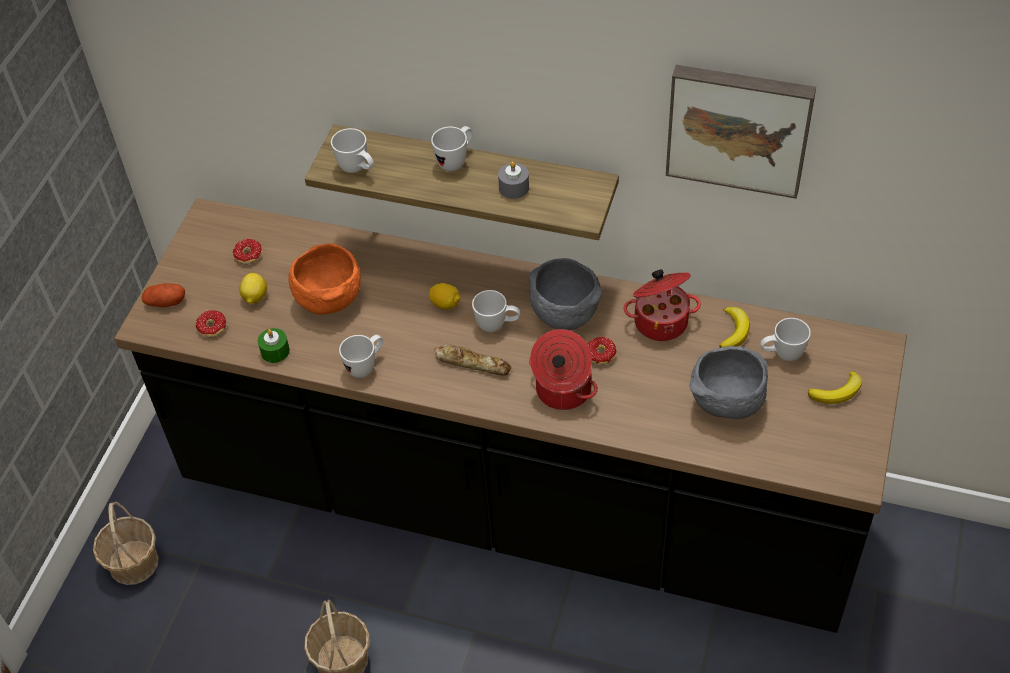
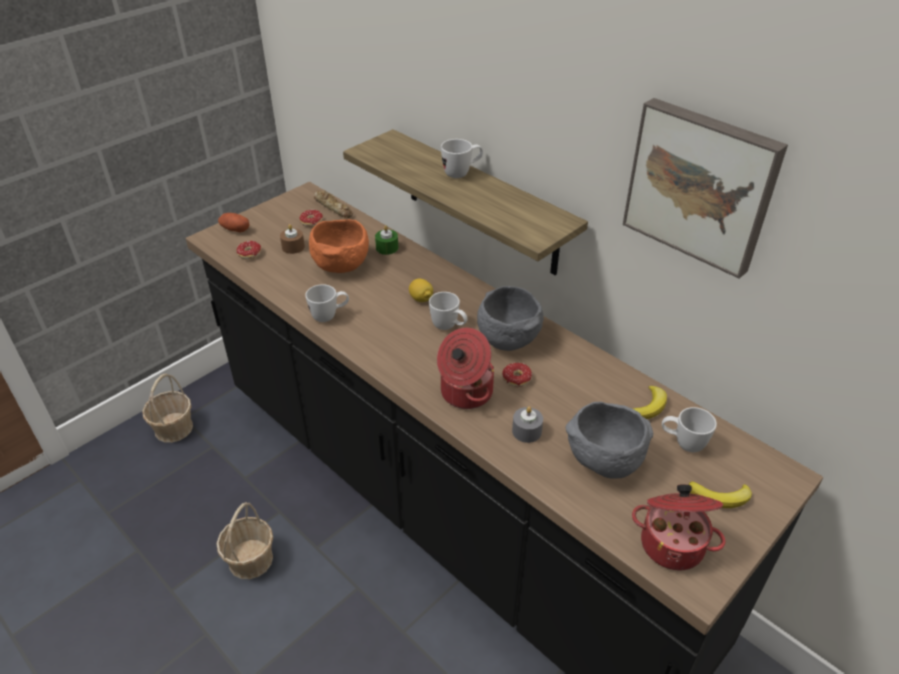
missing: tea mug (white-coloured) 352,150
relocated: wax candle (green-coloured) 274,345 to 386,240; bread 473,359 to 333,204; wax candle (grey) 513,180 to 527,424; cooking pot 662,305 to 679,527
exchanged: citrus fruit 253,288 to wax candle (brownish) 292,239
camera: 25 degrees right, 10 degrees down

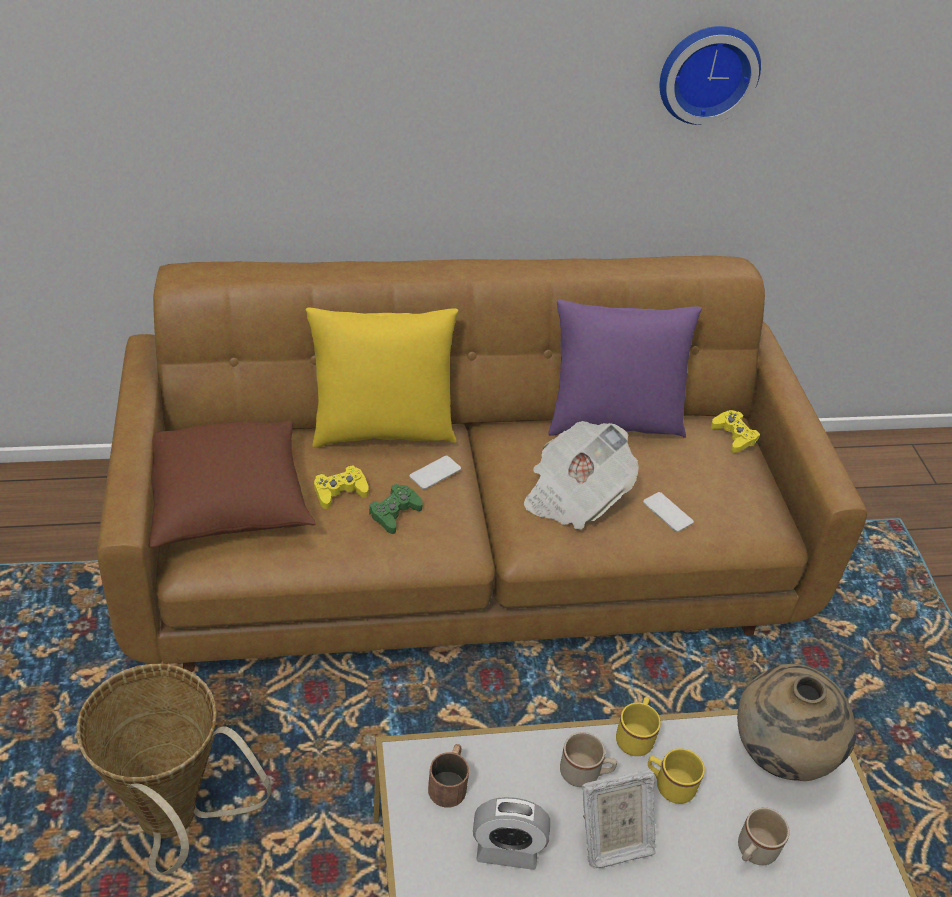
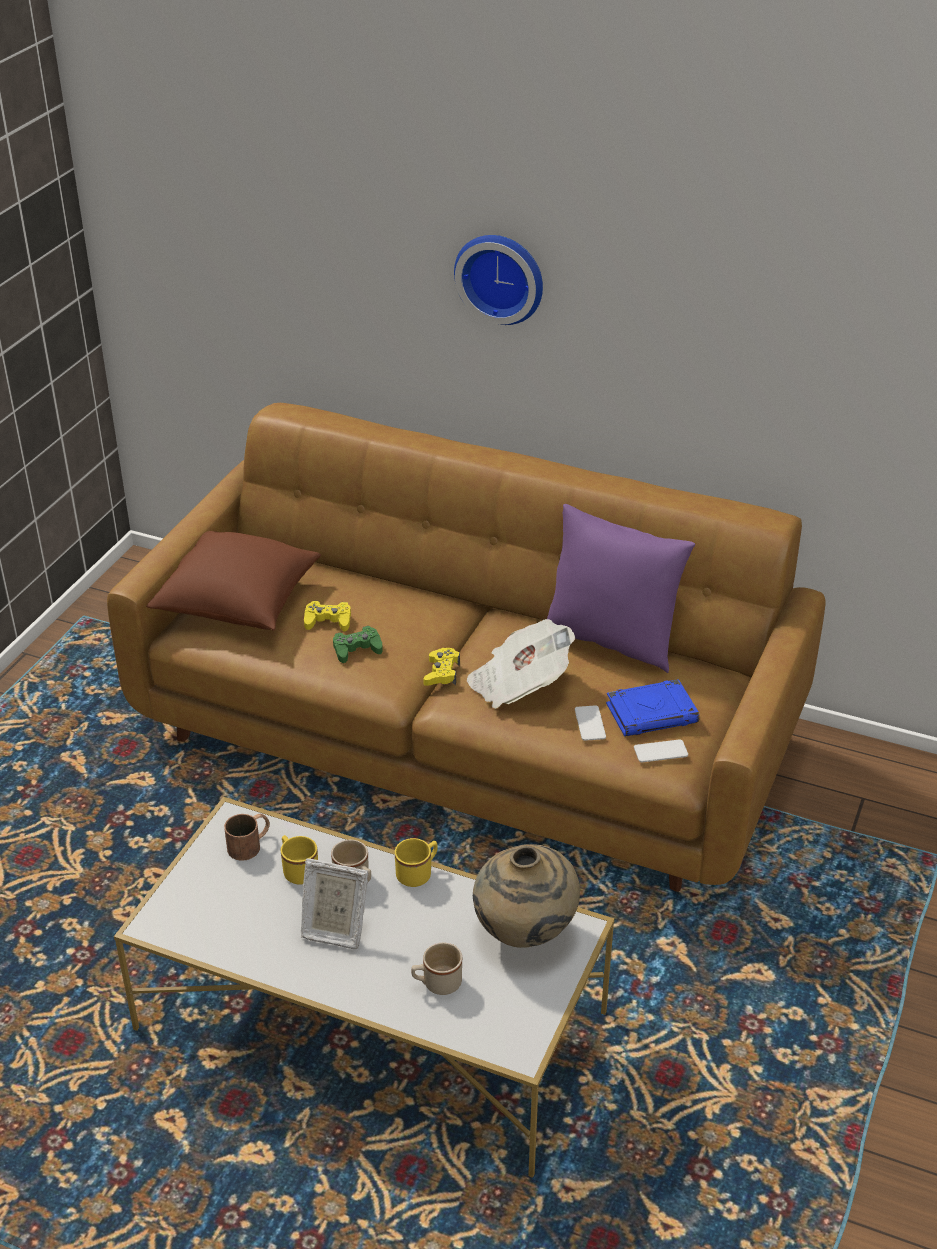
missing: basket 174,769; throw pillow (yellow-coloured) 381,378; bedside clock 511,833
appeared: book (bluish) 652,708
relocated: telephone 435,472 to 661,750; tea mug (yellow-coloured) 676,776 to 299,859; clock on the wall 710,75 to 498,280; joypad (yellow-coloured) 735,431 to 441,667
camera: 35 degrees right, 5 degrees down

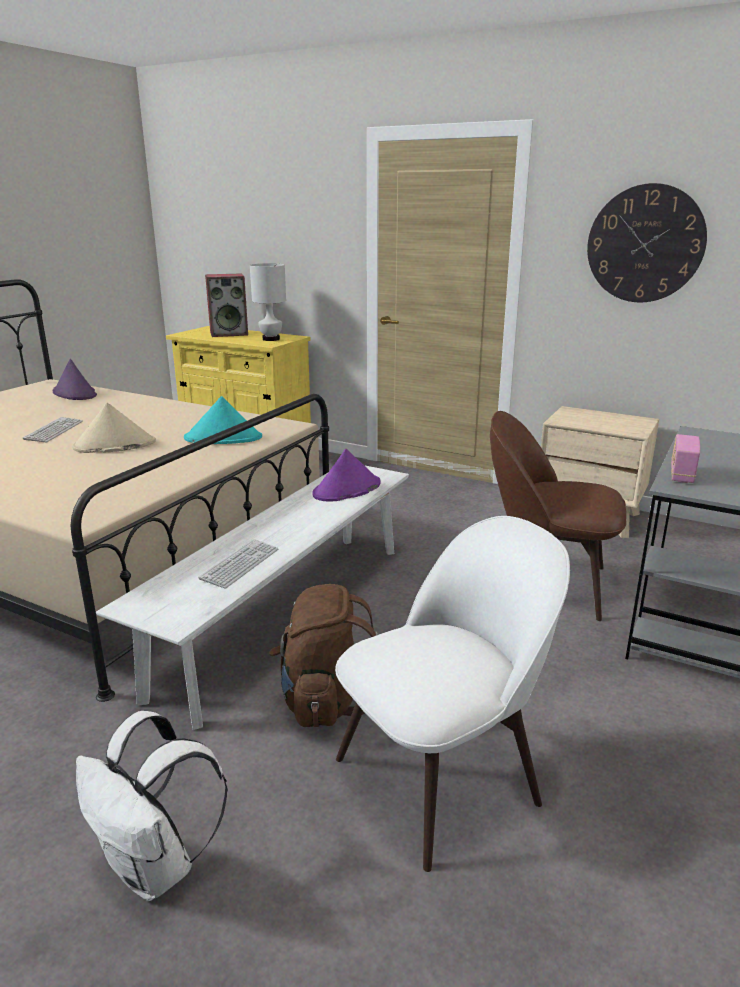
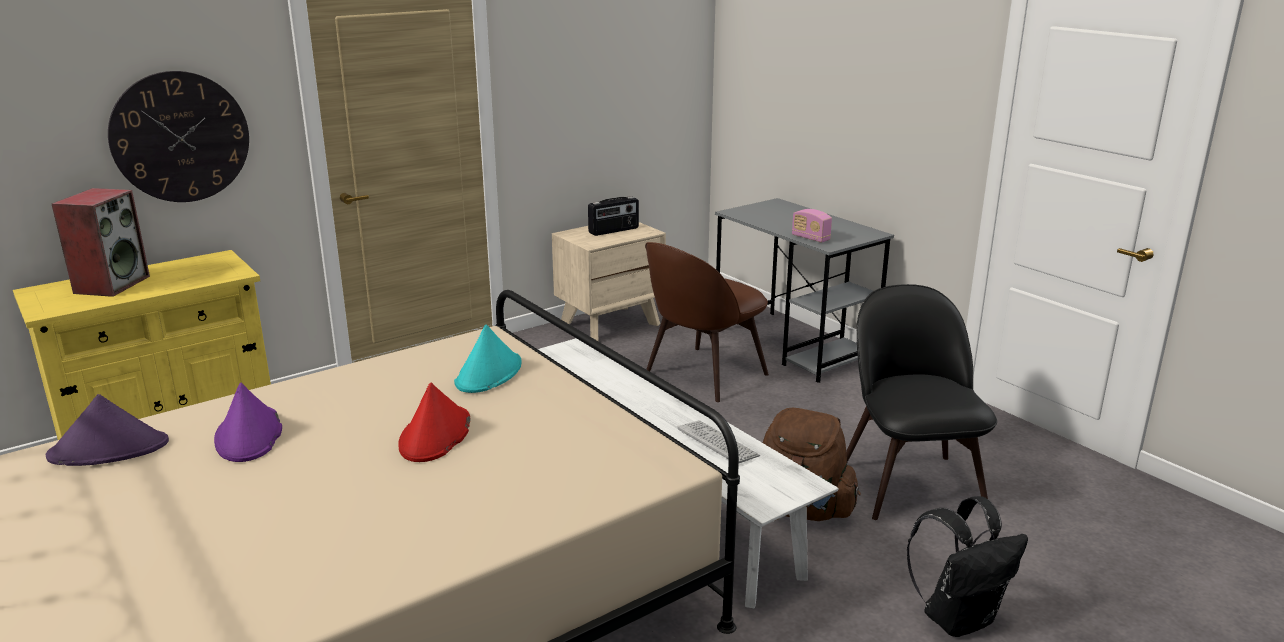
missing: keyboard 53,429; table lamp (white-coloured) 268,302
appeared: radio set 613,216
relocated: wearable hat (purple-coloured) 346,475 to 248,422; clock on the wall 647,243 to 178,136
colour: wearable hat (beige-coloured) 114,428 to wearable hat (reddish) 434,422; backpack (white-coloured) 152,806 to backpack (blackish) 967,566; plain chair (white-coloured) 452,694 to plain chair (blackish) 921,402
camera: 65 degrees left, 0 degrees up

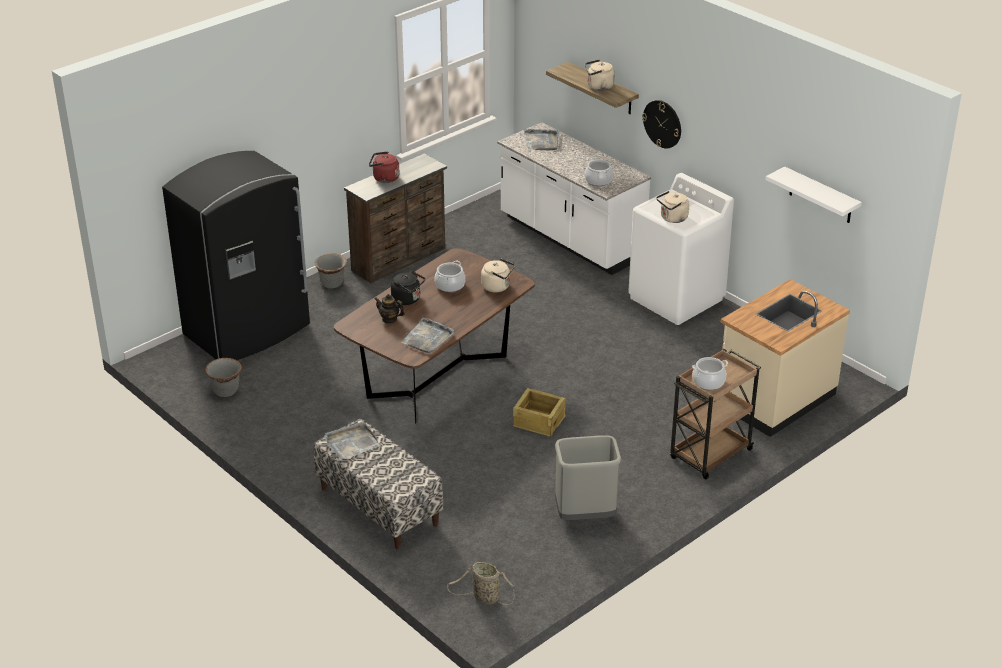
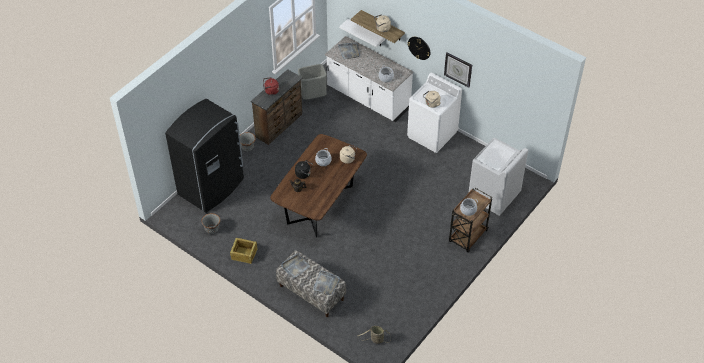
appeared: clock on the wall 458,70
relocated: carrying tray (grey) 427,335 to 326,282; crate 539,412 to 244,251; trash can (grey) 588,477 to 312,83; bracket shelf (white-coloured) 813,194 to 362,33
exchanged: counter (beige-coloured) 785,358 to laundry appliance (white-coloured) 498,177
camera: 10 degrees left, 15 degrees up

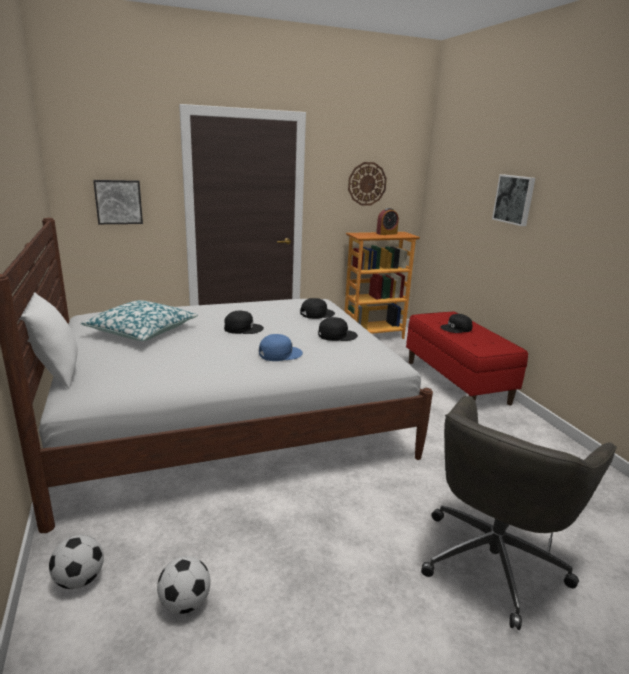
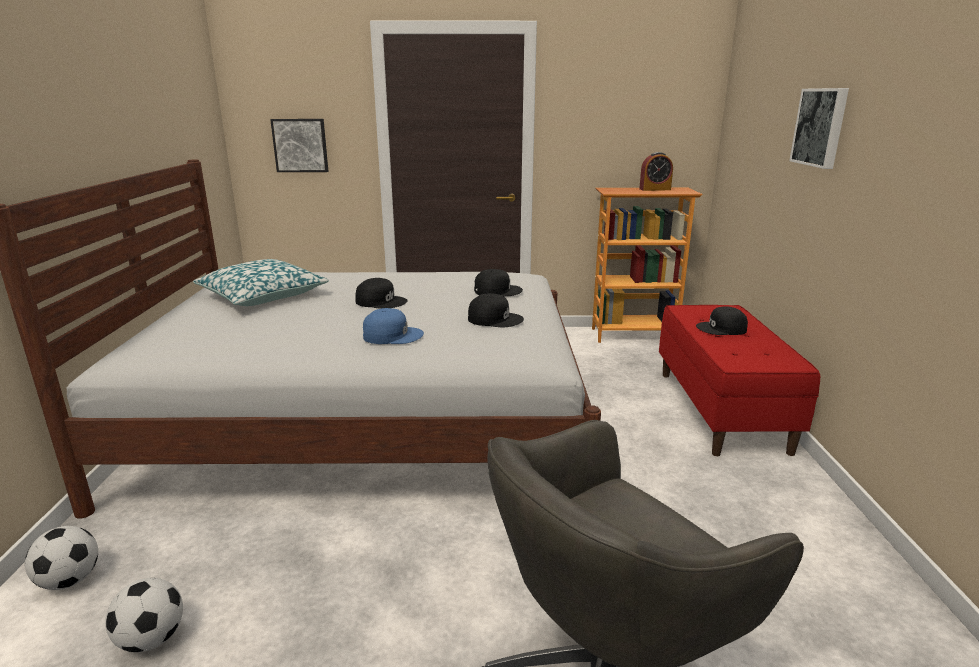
missing: throw pillow (white-coloured) 48,340; clock on the wall 367,183
camera: 20 degrees right, 0 degrees up

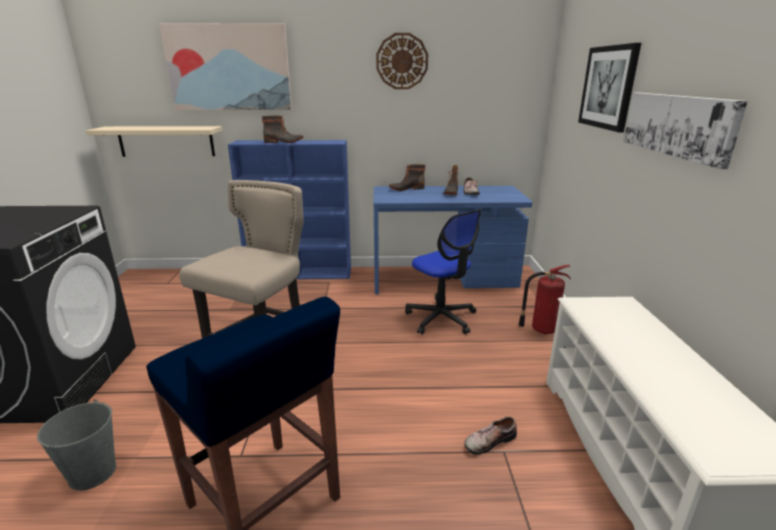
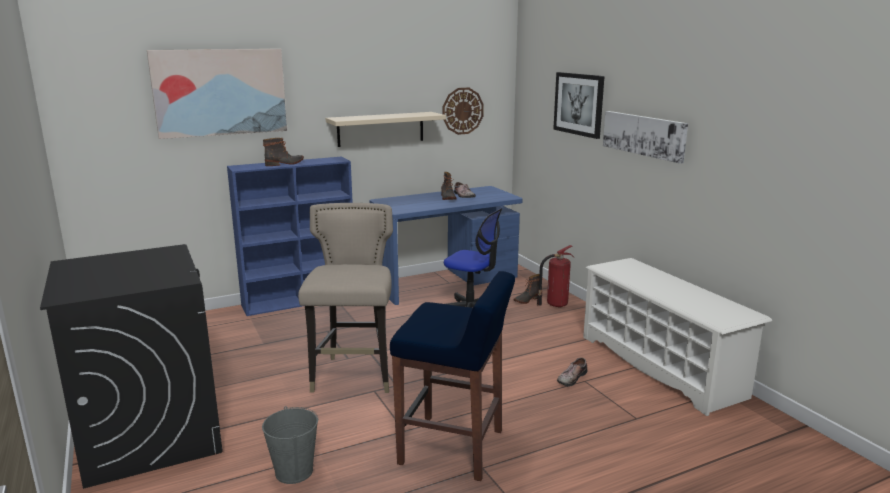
relocated: bracket shelf (beige-coloured) 153,141 to 385,129; clock on the wall 402,61 to 463,111; high-top boot 407,177 to 528,289
camera: 25 degrees left, 5 degrees down

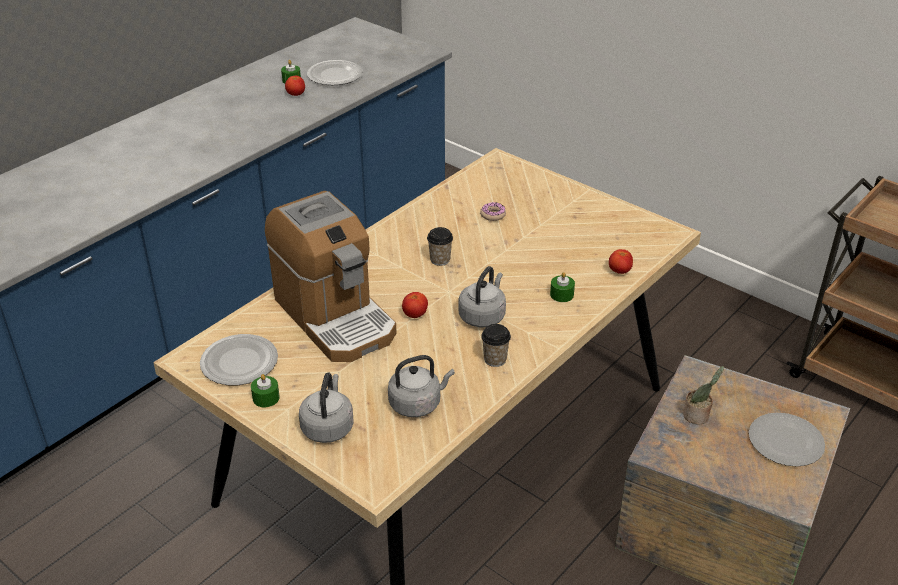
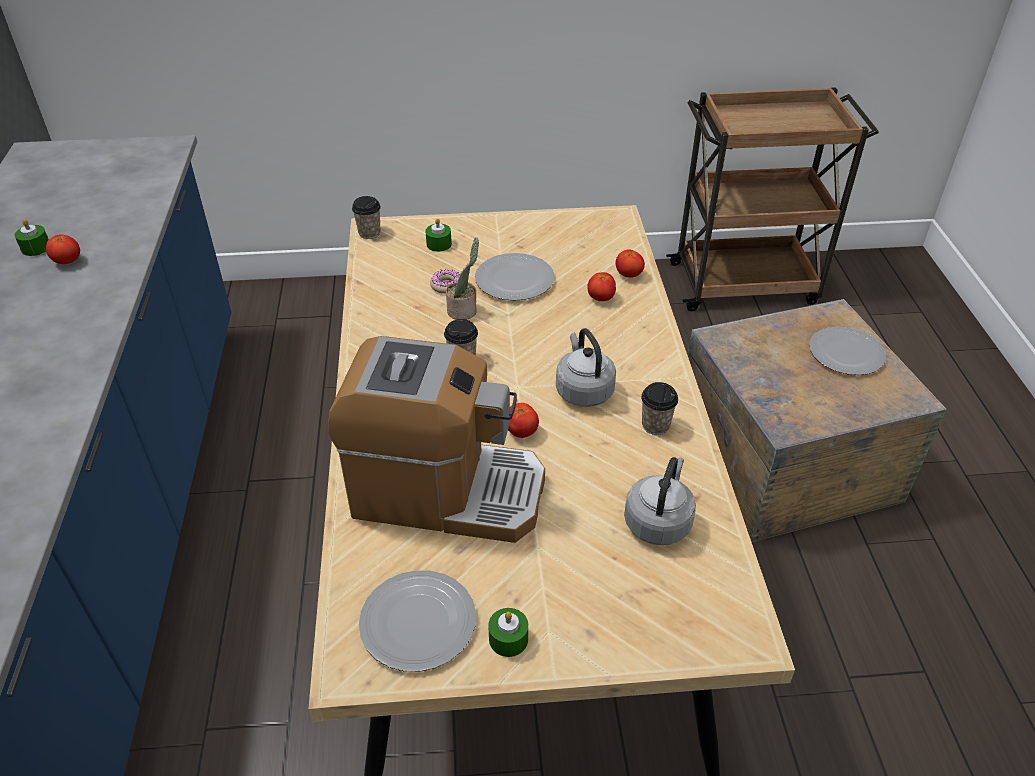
missing: kettle (grey) 326,408
appeared: small cup 366,217; fresh tomato 601,286
relocated: plate 335,72 to 515,277; wax candle (green-coloured) 562,287 to 438,235; plant in a pot 703,395 to 462,279
camera: 45 degrees left, 5 degrees up

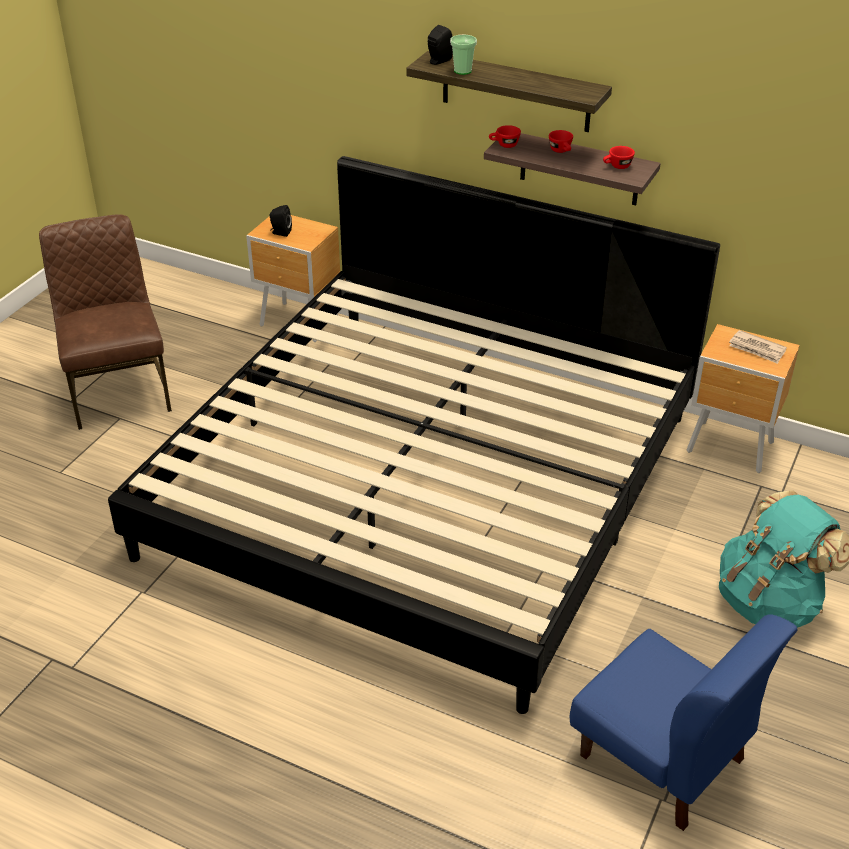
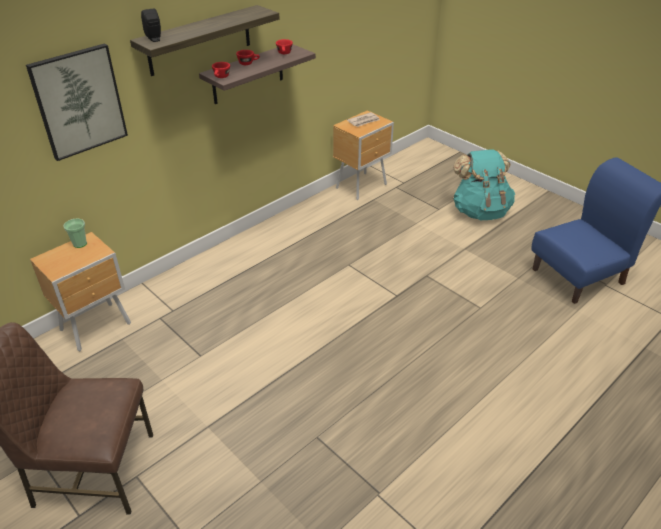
missing: bedroom bed 414,435; audio speaker (blackish) 280,221
appeared: wall picture 77,102
relocated: small cup 463,55 to 75,233
camera: 70 degrees left, 0 degrees up

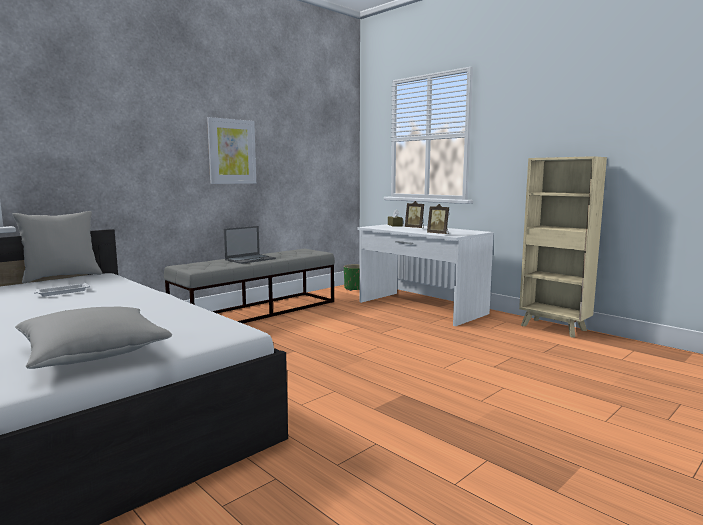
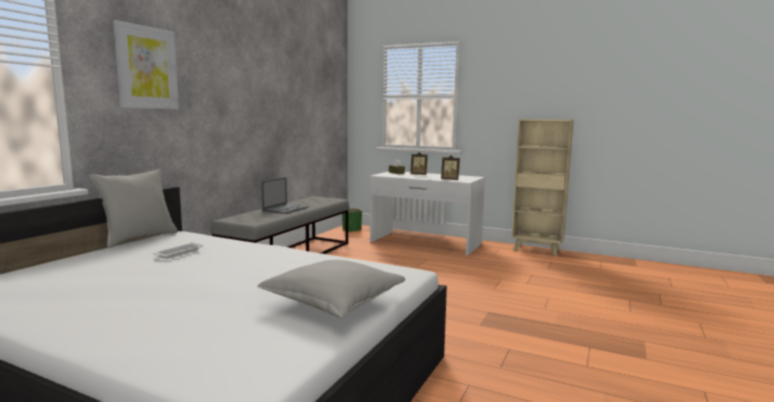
relocated: wall picture 231,150 to 146,64
camera: 20 degrees left, 0 degrees up

